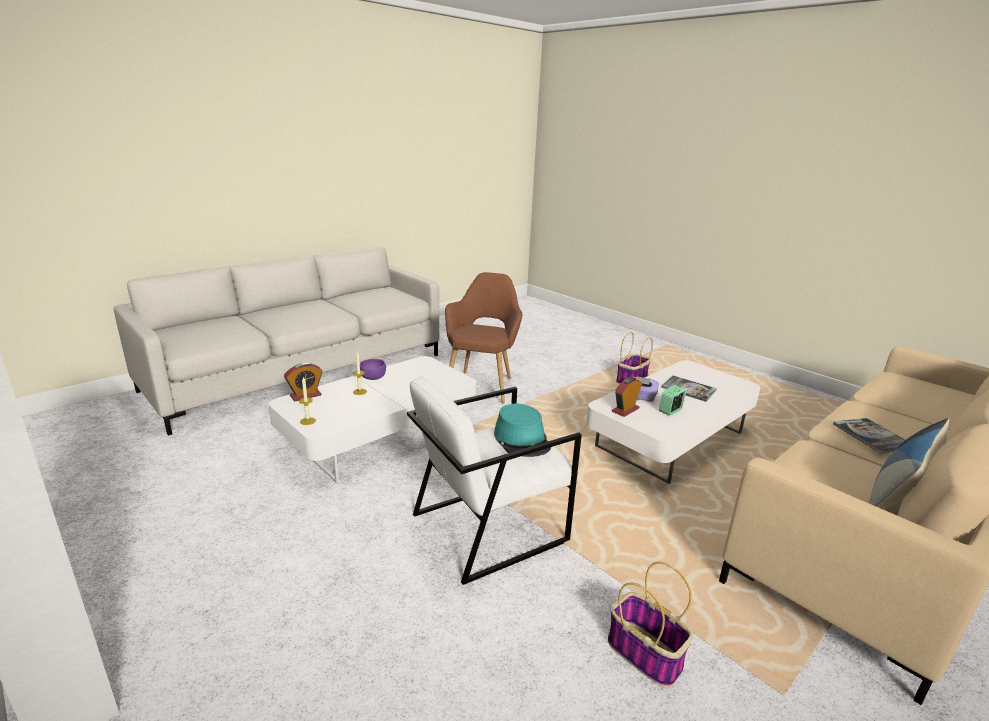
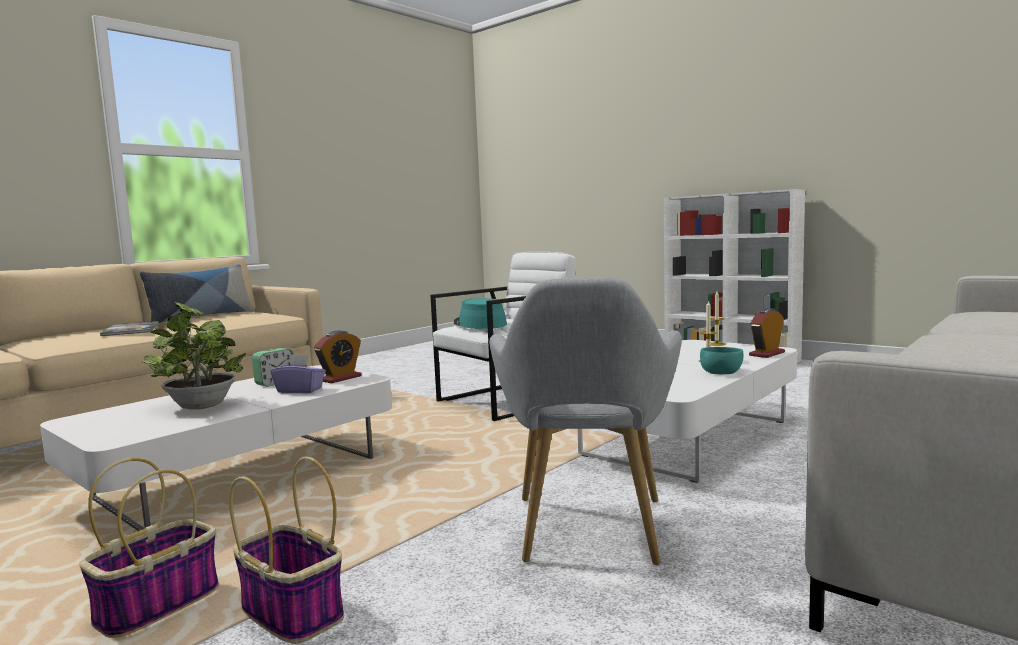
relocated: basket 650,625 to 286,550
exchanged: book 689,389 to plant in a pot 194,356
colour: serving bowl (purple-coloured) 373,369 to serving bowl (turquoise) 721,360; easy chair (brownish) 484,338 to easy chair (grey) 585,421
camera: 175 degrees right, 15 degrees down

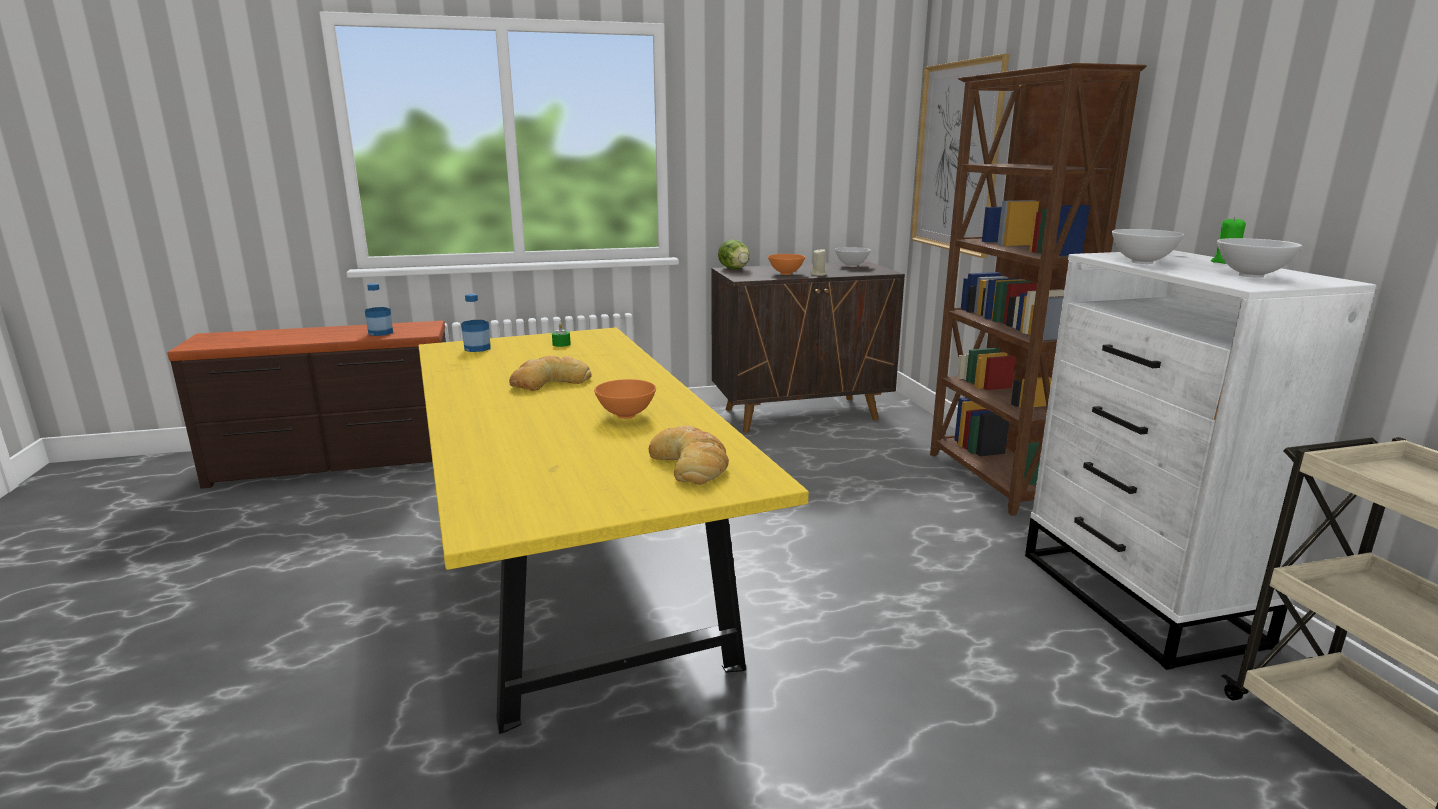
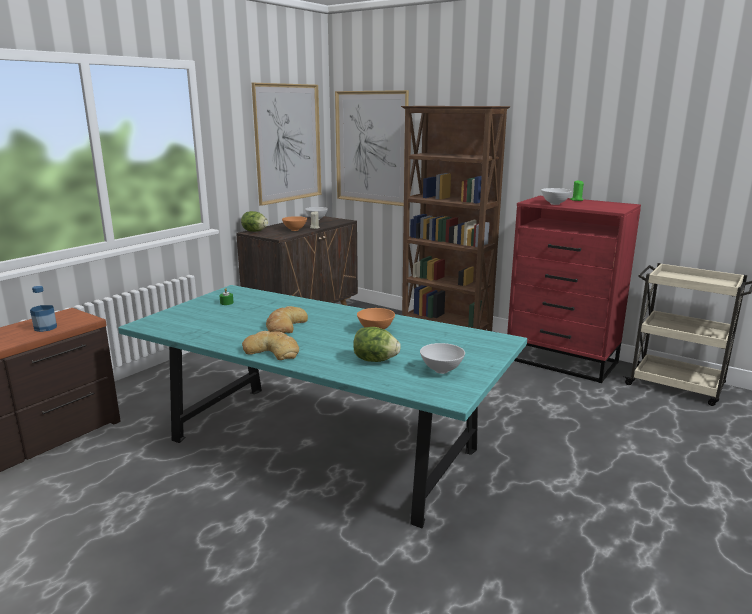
missing: drink bottle 476,323
appeared: wall picture 286,144; lettuce 377,344
relocated: bread 689,455 to 270,345; serving bowl (white-coloured) 1259,258 to 442,358
colour: kitchen table (yellow-coloured) 613,530 to kitchen table (turquoise) 322,406; chest of drawers (white-coloured) 1200,460 to chest of drawers (reddish) 574,289
camera: 40 degrees left, 0 degrees up

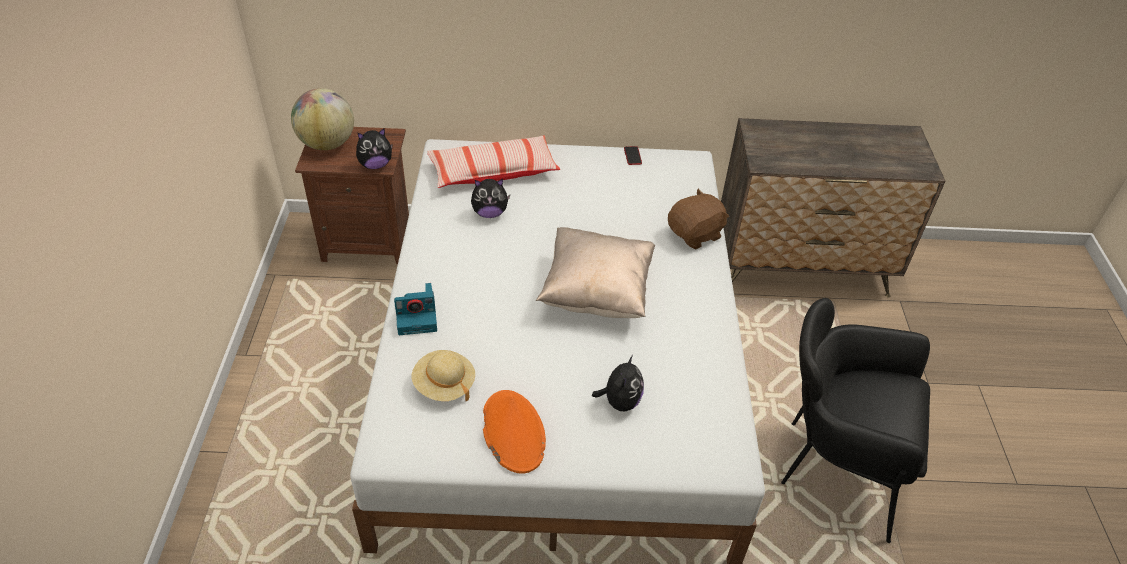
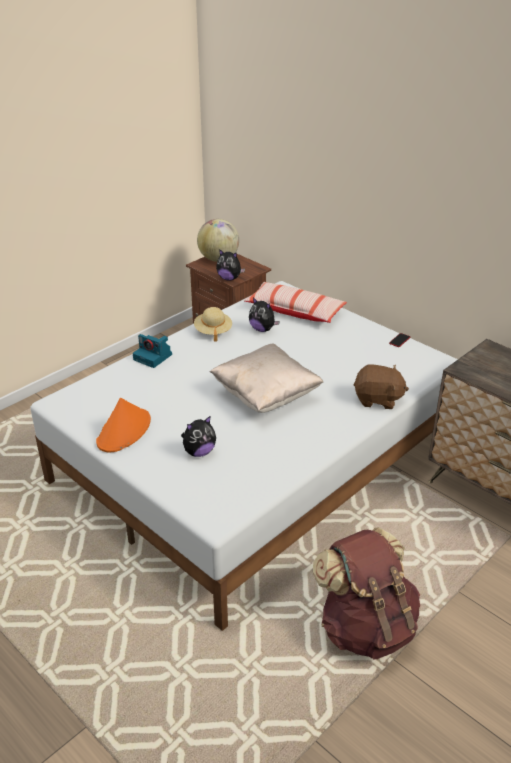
relocated: wearable hat (beige-coloured) 443,375 to 213,324
exchanged: easy chair (blackish) 855,420 to backpack (brownish) 366,593
camera: 45 degrees right, 10 degrees down

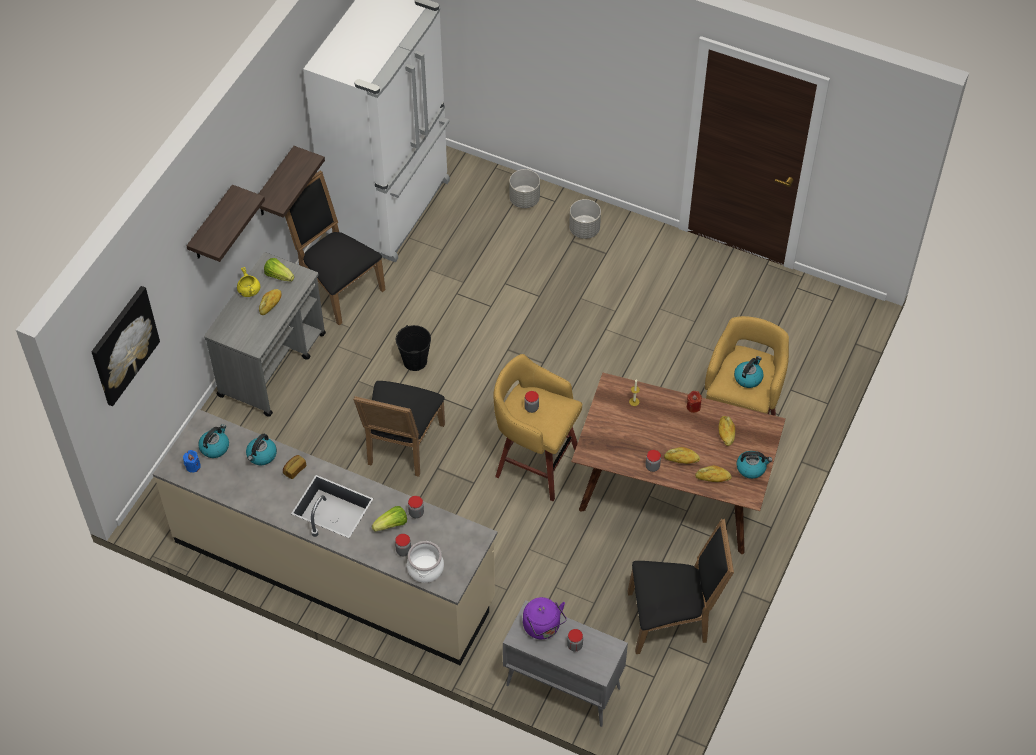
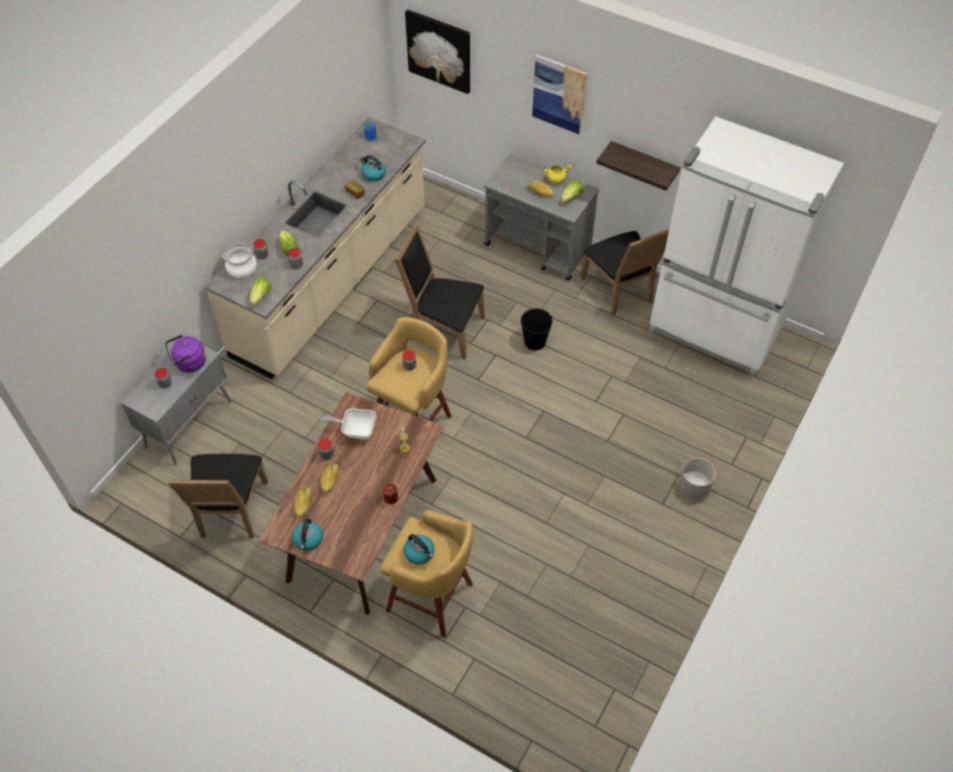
missing: kettle 213,441; plant pot (grey) 524,188; bread 727,431
appeared: lettuce 261,291; frying pan 348,423
exchanged: bracket shelf 226,223 to wall picture 560,95
spun: plain chair (blackish) 335,247 = 624,272 105 degrees clockwise
camera: 95 degrees right, 0 degrees up

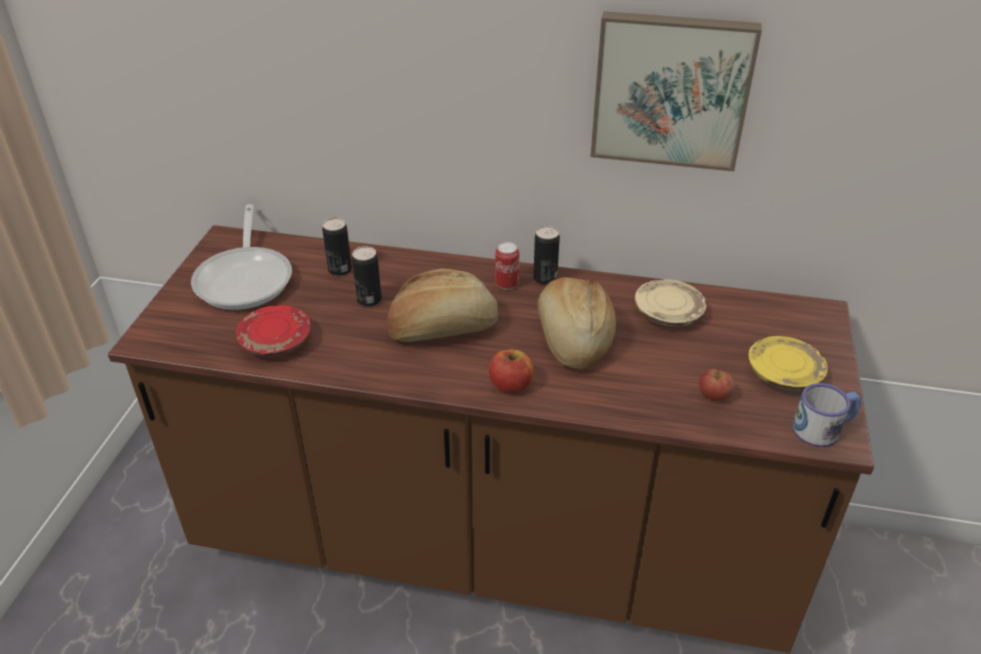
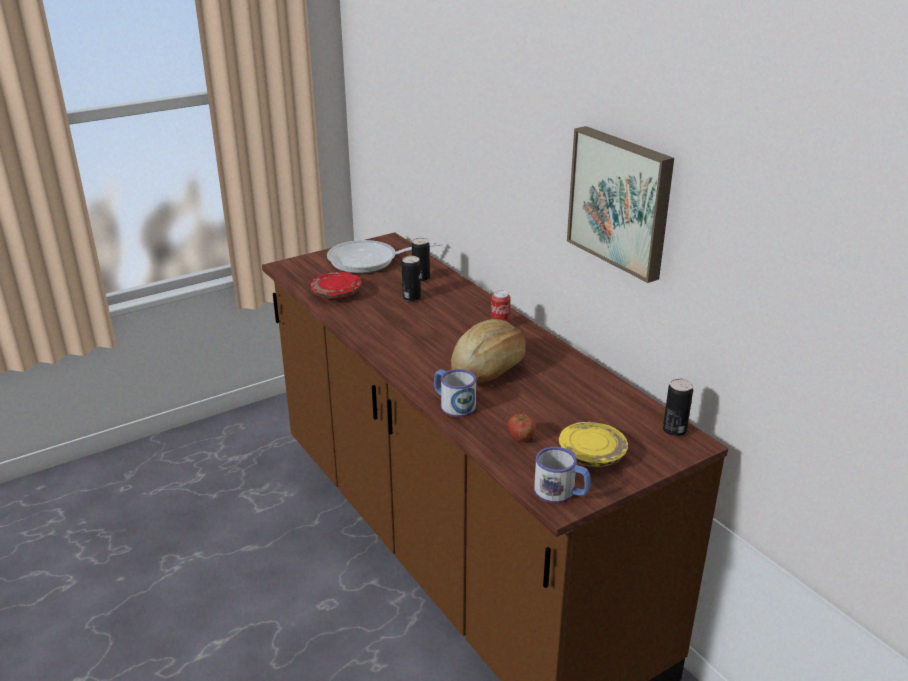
missing: bread 442,305; apple fruit 511,370; plate (beige-coloured) 671,303
appeared: tea mug 455,393
relocated: metal can 546,255 to 678,407
spun: frying pan 241,257 = 384,256 45 degrees clockwise
camera: 45 degrees right, 10 degrees down

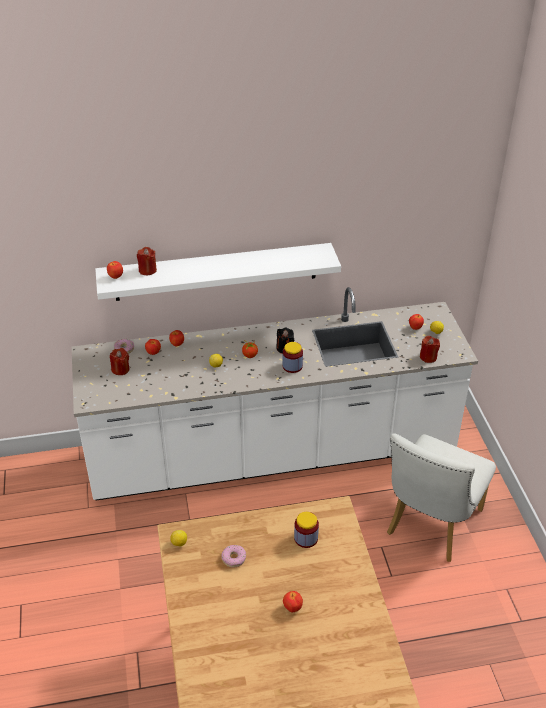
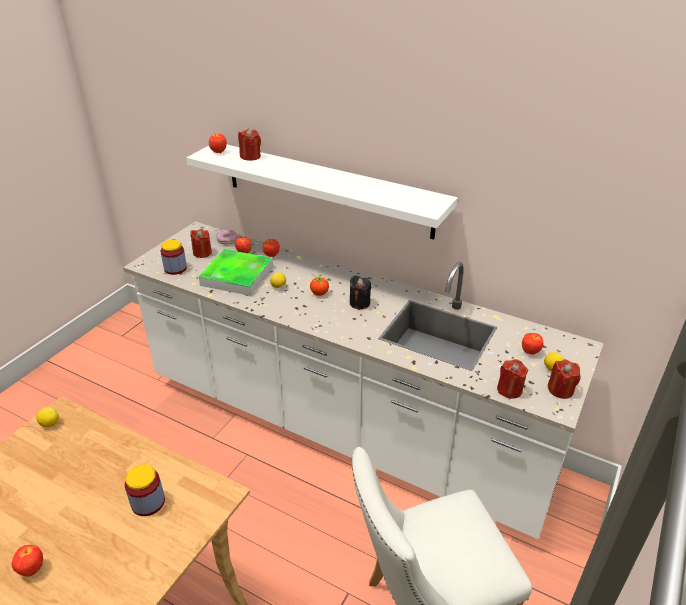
missing: doughnut 233,556
appeared: carrying tray 236,272; wax candle (reddish) 564,379
relocated: jar 293,357 to 174,257
camera: 40 degrees right, 5 degrees down

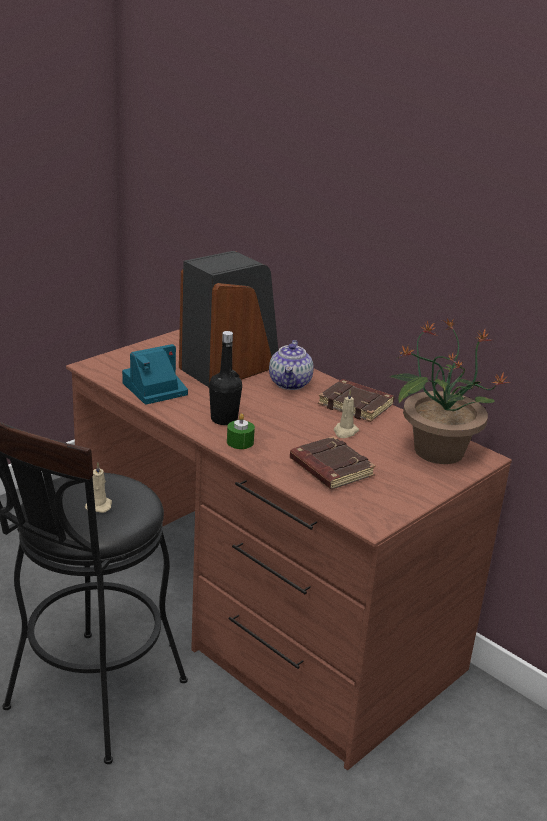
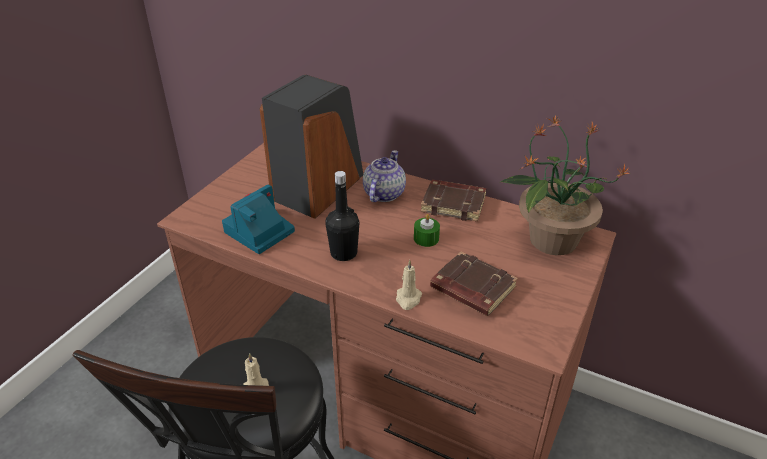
relocated: wax candle (green-coloured) 241,431 to 427,230; wax candle (beige-coloured) 346,414 to 409,285
spun: tea pot 291,365 = 384,176 150 degrees counterclockwise
camera: 15 degrees left, 10 degrees up

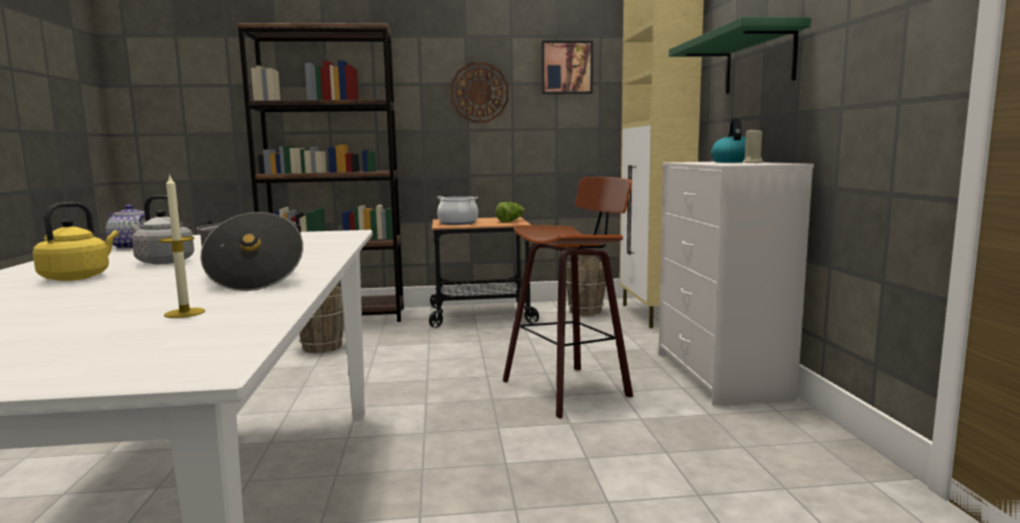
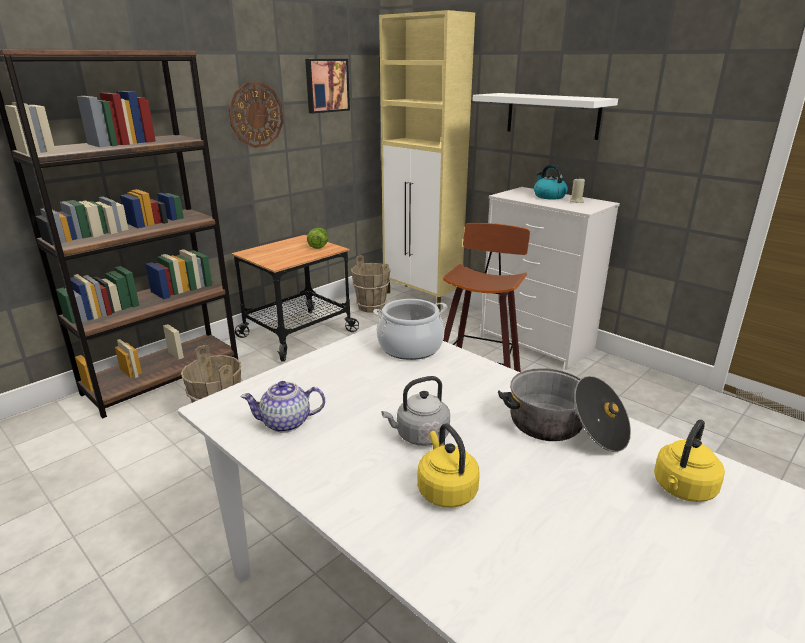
relocated: cooking pot 457,210 to 410,329
exchanged: wax candle 182,246 to kettle (yellow-coloured) 689,460
colour: bracket shelf (green-coloured) 740,55 to bracket shelf (white-coloured) 545,116
camera: 40 degrees left, 15 degrees up

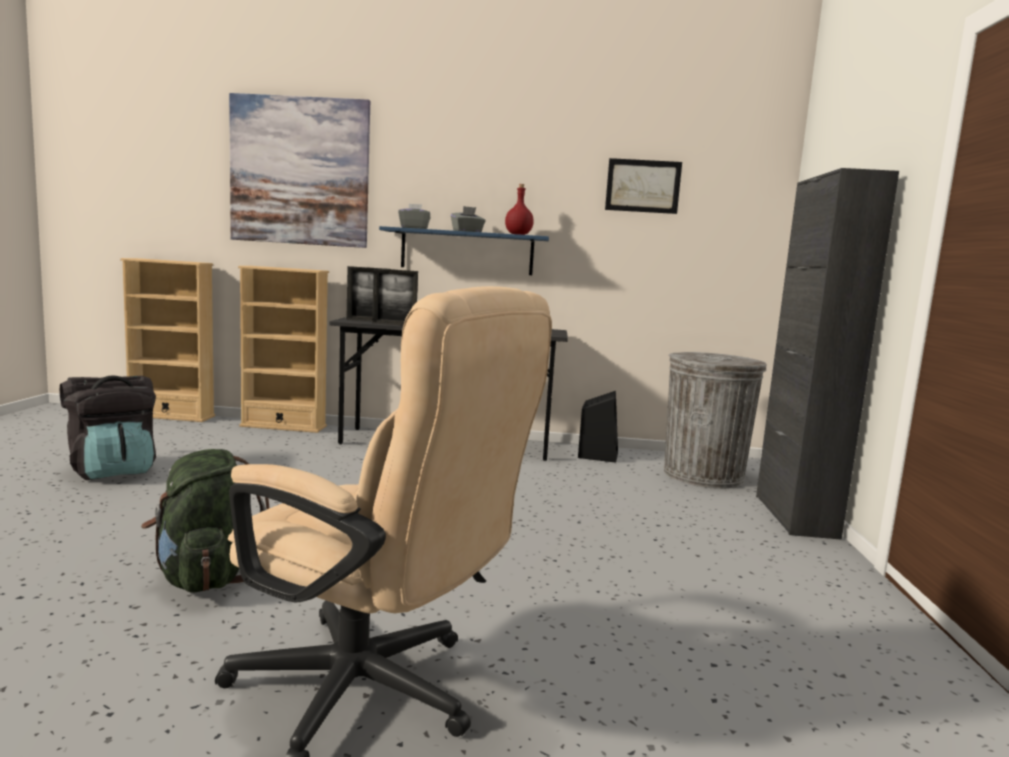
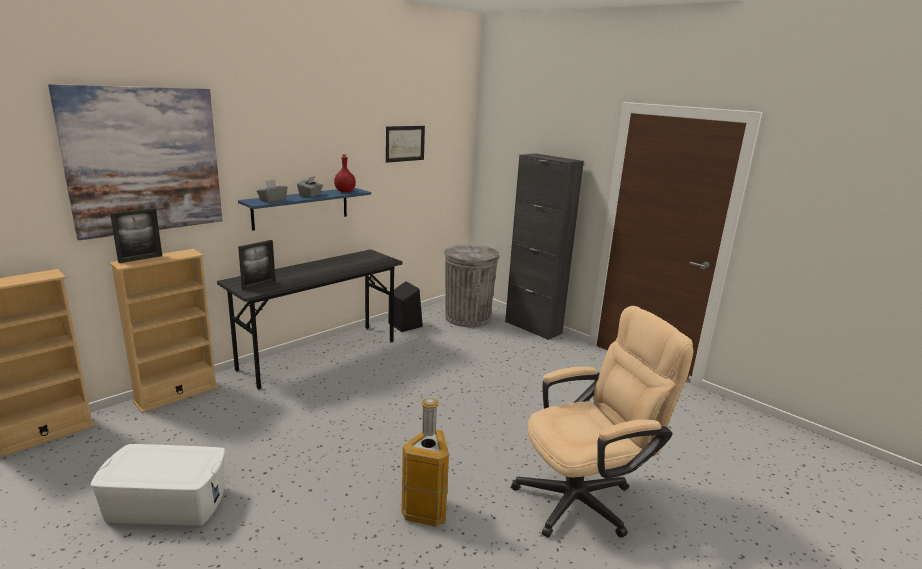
relocated: standing frame 395,296 to 136,235
exchanged: backpack (blackish) 108,428 to storage bin (white-coloured) 157,485; backpack (green-coloured) 205,521 to trash can 425,462
camera: 50 degrees left, 10 degrees up

